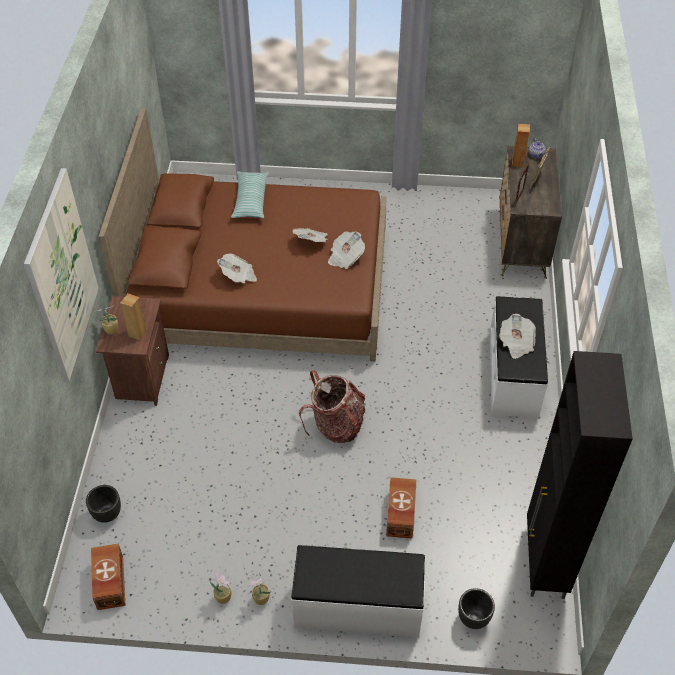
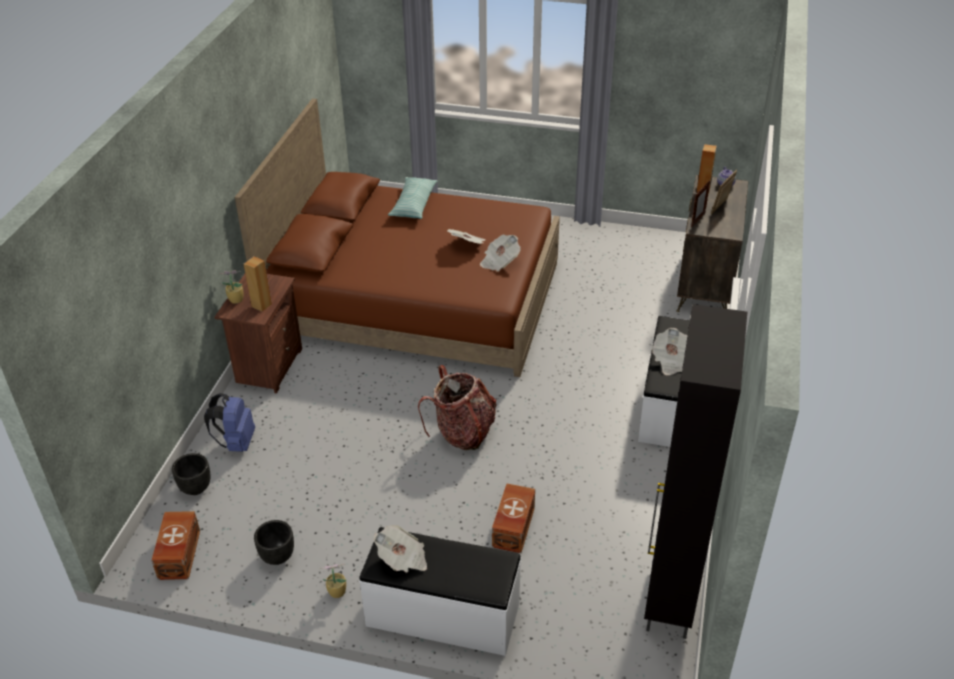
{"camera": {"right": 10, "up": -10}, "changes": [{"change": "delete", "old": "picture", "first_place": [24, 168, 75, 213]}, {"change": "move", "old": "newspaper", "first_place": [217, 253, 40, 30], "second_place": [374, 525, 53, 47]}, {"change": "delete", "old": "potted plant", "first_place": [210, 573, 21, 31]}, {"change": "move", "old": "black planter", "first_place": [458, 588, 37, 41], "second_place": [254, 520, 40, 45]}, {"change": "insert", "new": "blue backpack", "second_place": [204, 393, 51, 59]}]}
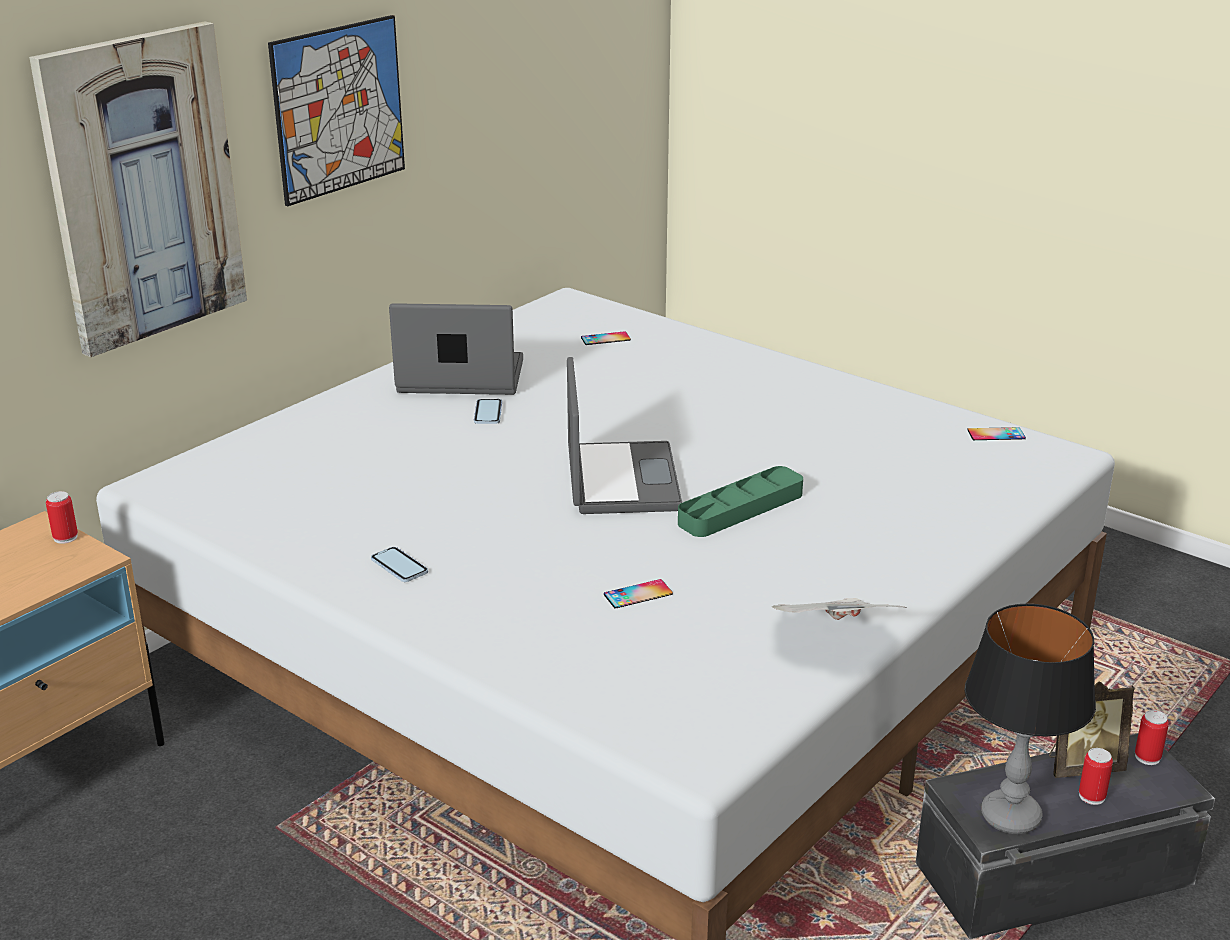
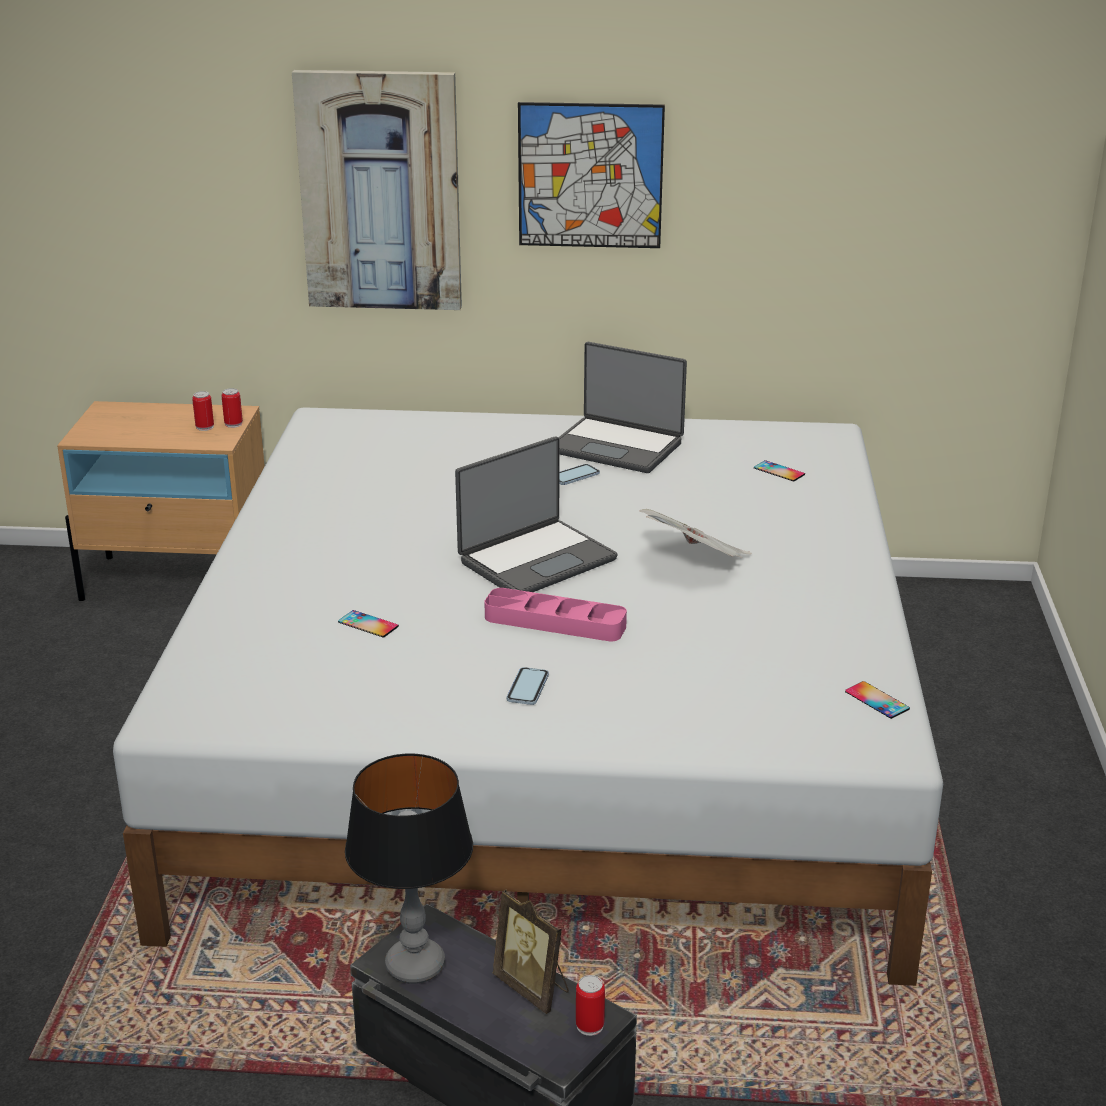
{"camera": {"right": 55, "up": 0}, "changes": [{"change": "rotate", "old": "laptop", "first_place": [389, 303, 134, 92], "second_place": [558, 342, 129, 131], "degrees": 150}, {"change": "recolor", "old": "green tray", "new": "pink tray", "first_place": [678, 466, 125, 71], "second_place": [484, 588, 143, 54]}, {"change": "move", "old": "phone", "first_place": [371, 547, 57, 35], "second_place": [506, 667, 43, 38]}, {"change": "move", "old": "newspaper", "first_place": [772, 598, 132, 22], "second_place": [639, 509, 113, 49]}, {"change": "move", "old": "can", "first_place": [1079, 748, 34, 57], "second_place": [192, 391, 22, 40]}]}
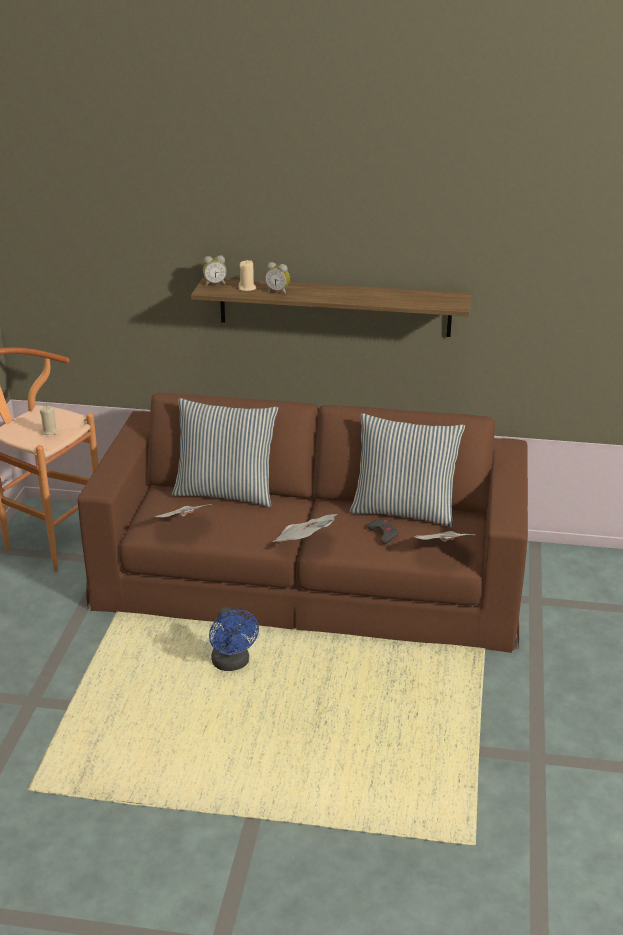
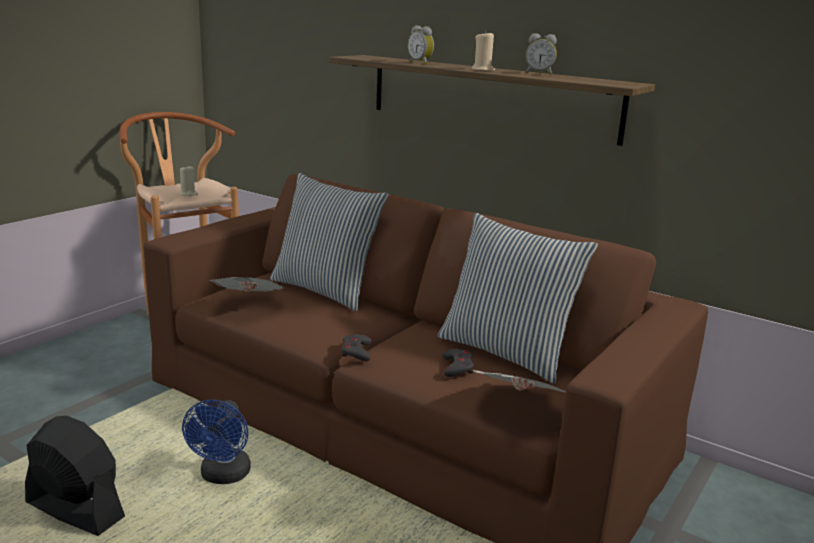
{"camera": {"right": 25, "up": -10}, "changes": [{"change": "move", "old": "alarm clock", "first_place": [203, 255, 24, 31], "second_place": [526, 33, 31, 42]}, {"change": "move", "old": "beige candle", "first_place": [238, 260, 18, 31], "second_place": [471, 31, 24, 40]}, {"change": "replace", "old": "newspaper", "new": "grey game controller", "first_place": [273, 514, 64, 28], "second_place": [342, 334, 29, 27]}, {"change": "insert", "new": "black fan", "second_place": [25, 416, 100, 120]}]}
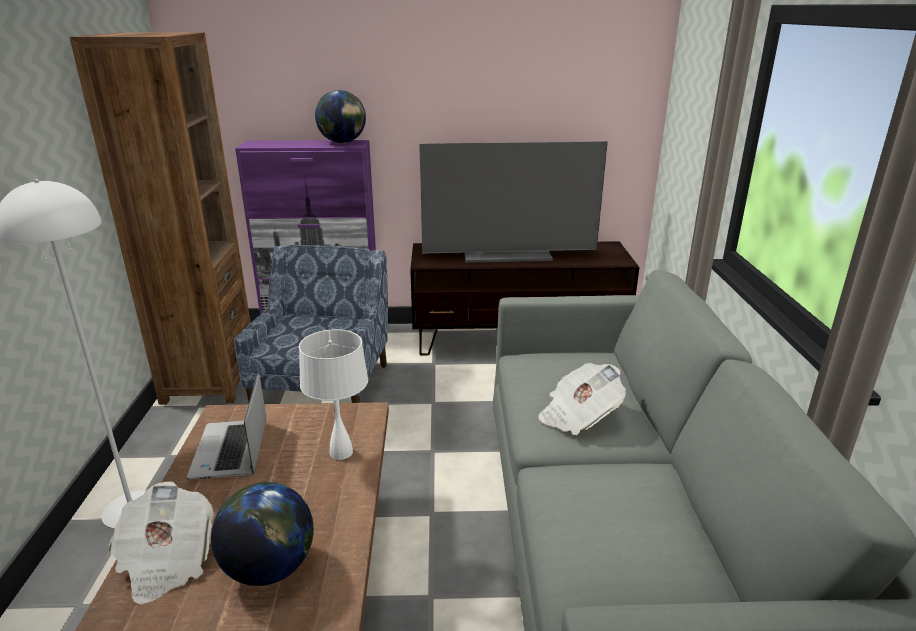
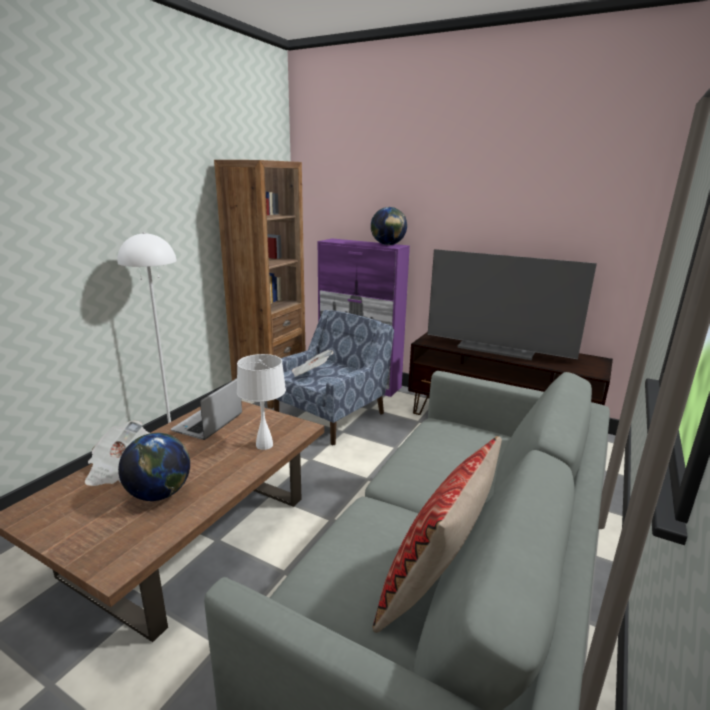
{"camera": {"right": 30, "up": -5}, "changes": [{"change": "move", "old": "newspaper", "first_place": [538, 363, 88, 72], "second_place": [292, 350, 41, 27]}, {"change": "insert", "new": "pillow", "second_place": [372, 436, 130, 197]}]}
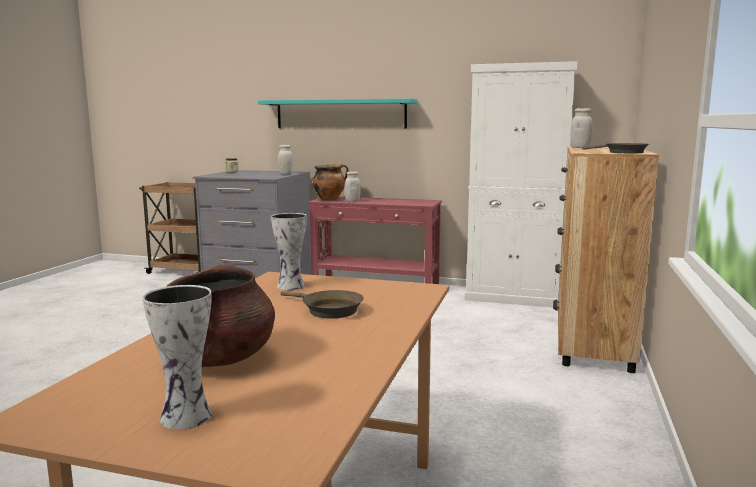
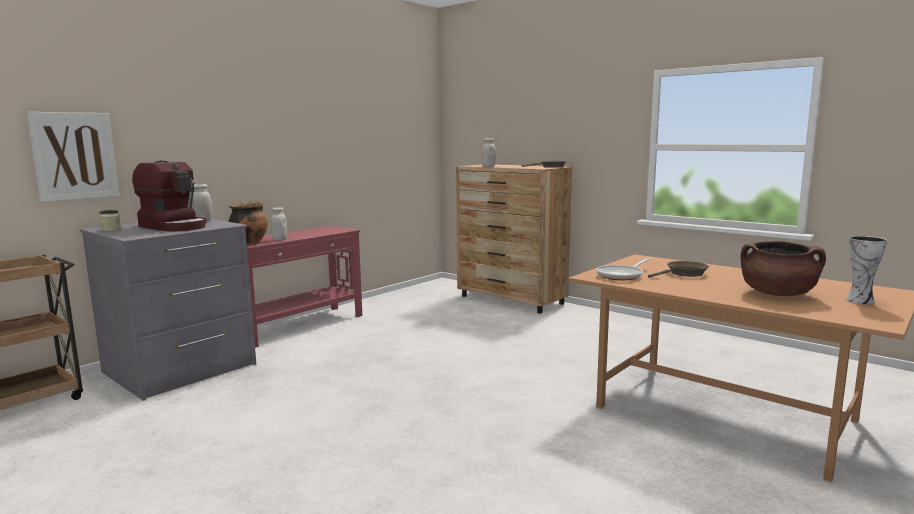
{"camera": {"right": -65, "up": 0}, "changes": [{"change": "delete", "old": "white cabinet", "first_place": [465, 61, 113, 246]}, {"change": "delete", "old": "turquoise shelf", "first_place": [258, 99, 159, 29]}, {"change": "replace", "old": "vase", "new": "frying pan", "first_place": [271, 213, 36, 77], "second_place": [596, 258, 56, 22]}, {"change": "insert", "new": "picture", "second_place": [27, 112, 92, 90]}, {"change": "insert", "new": "coffee machine", "second_place": [132, 161, 75, 71]}]}
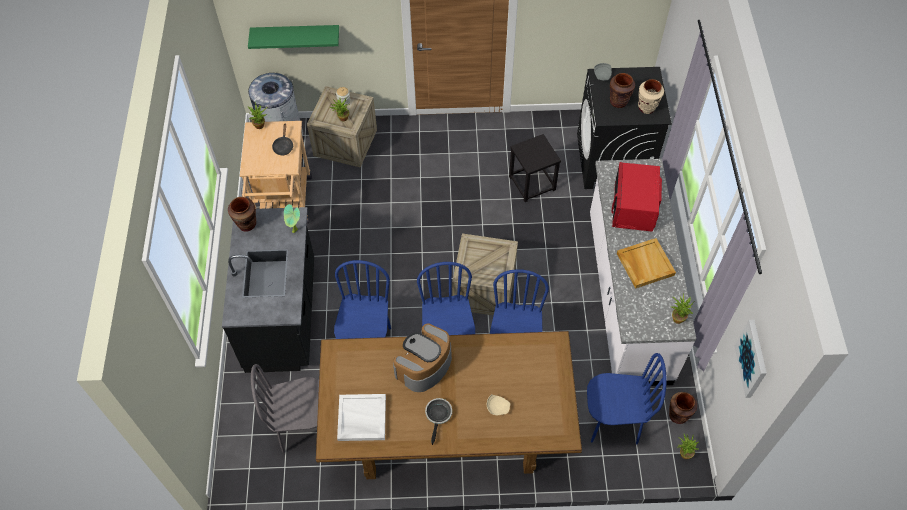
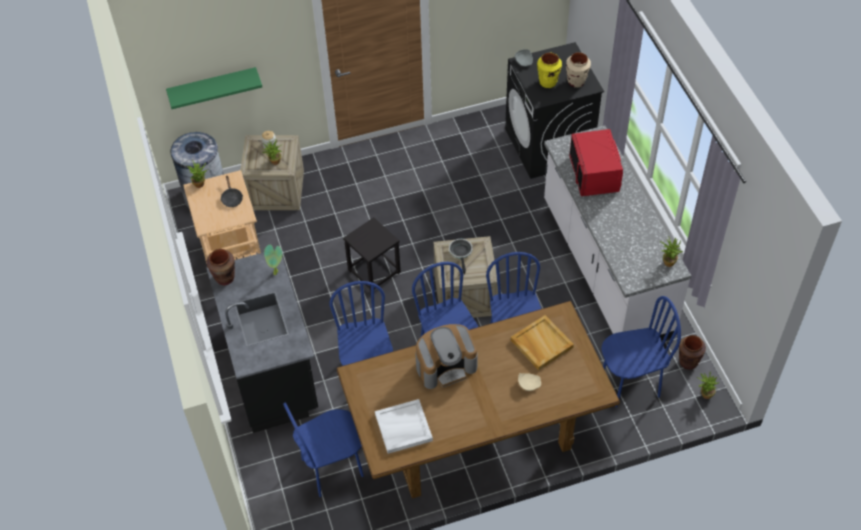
{"camera": {"right": -15, "up": -5}, "changes": [{"change": "recolor", "old": "brown vase", "new": "yellow vase", "first_place": [610, 73, 25, 35], "second_place": [537, 53, 25, 35]}, {"change": "move", "old": "black stool", "first_place": [509, 134, 52, 68], "second_place": [343, 217, 58, 75]}, {"change": "move", "old": "beige tray", "first_place": [617, 238, 59, 51], "second_place": [511, 315, 63, 55]}, {"change": "delete", "old": "picture", "first_place": [734, 320, 33, 78]}, {"change": "rotate", "old": "coffee machine", "first_place": [393, 324, 59, 68], "second_place": [416, 324, 62, 65], "degrees": -135}, {"change": "recolor", "old": "grey chair", "new": "blue chair", "first_place": [251, 364, 68, 89], "second_place": [283, 403, 81, 94]}, {"change": "move", "old": "frying pan", "first_place": [425, 398, 27, 47], "second_place": [449, 239, 24, 35]}]}
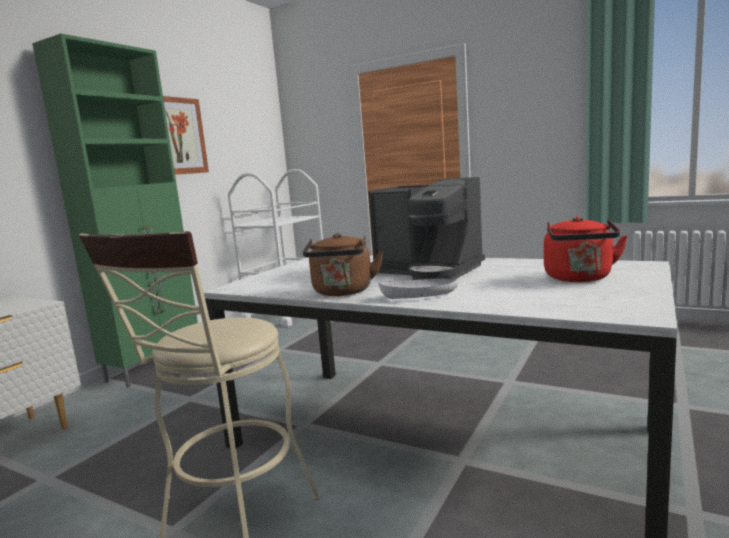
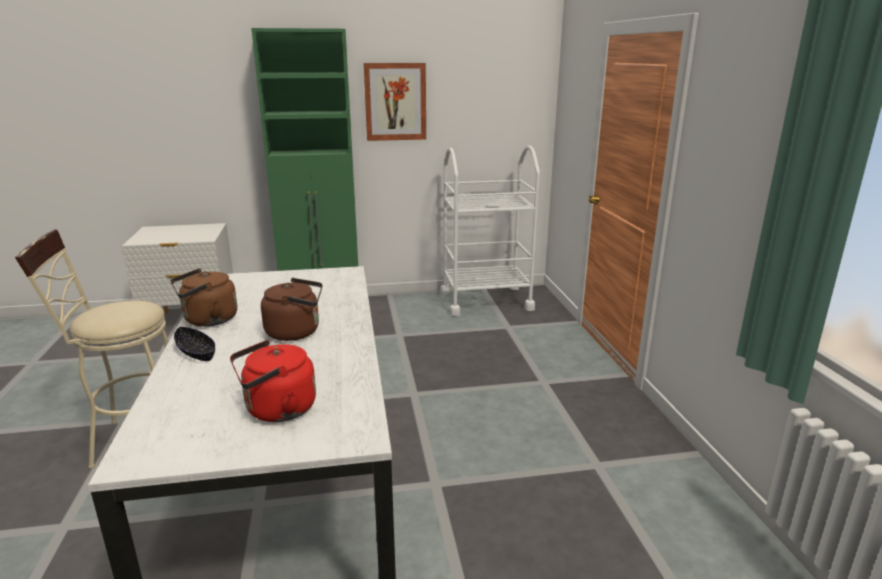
{"camera": {"right": 50, "up": 10}, "changes": [{"change": "replace", "old": "coffee machine", "new": "brown kettle", "first_place": [368, 177, 117, 103], "second_place": [261, 278, 62, 63]}, {"change": "recolor", "old": "white bowl", "new": "black bowl", "first_place": [378, 278, 80, 21], "second_place": [174, 327, 41, 34]}]}
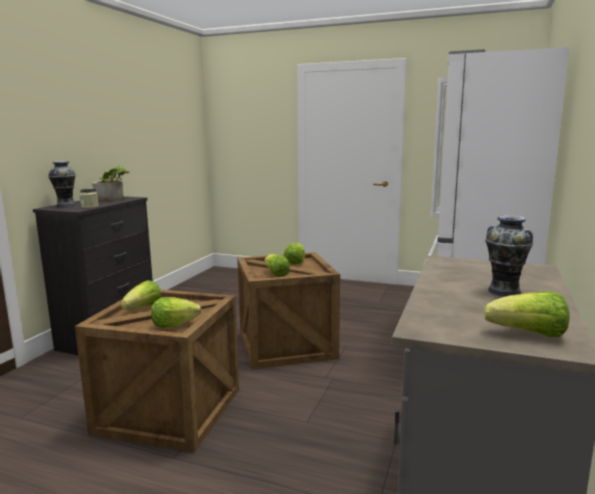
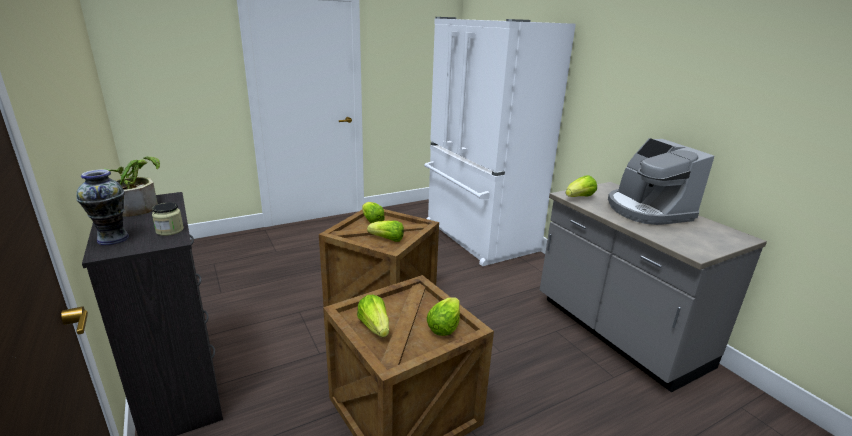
{"camera": {"right": -50, "up": 10}, "changes": [{"change": "replace", "old": "vase", "new": "coffee machine", "first_place": [485, 215, 48, 81], "second_place": [608, 138, 106, 87]}, {"change": "move", "old": "lettuce", "first_place": [484, 291, 86, 46], "second_place": [566, 175, 31, 22]}]}
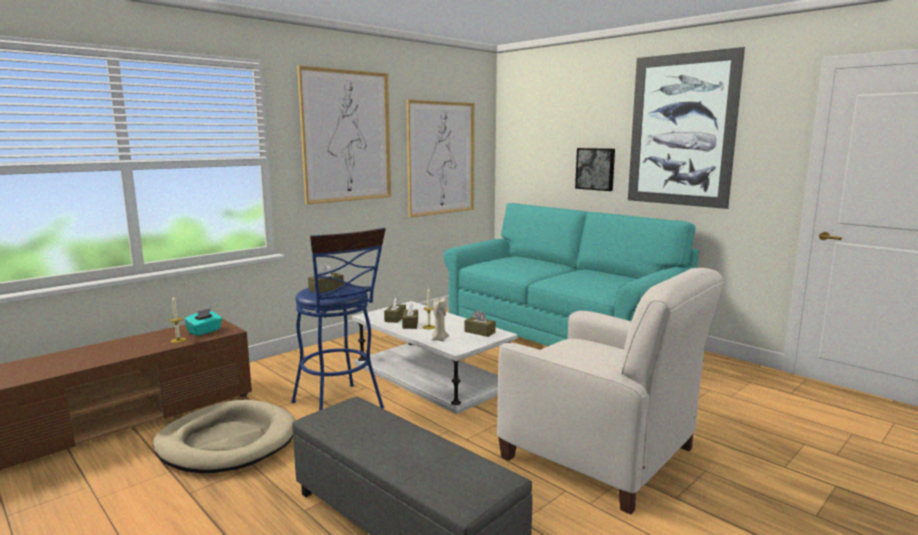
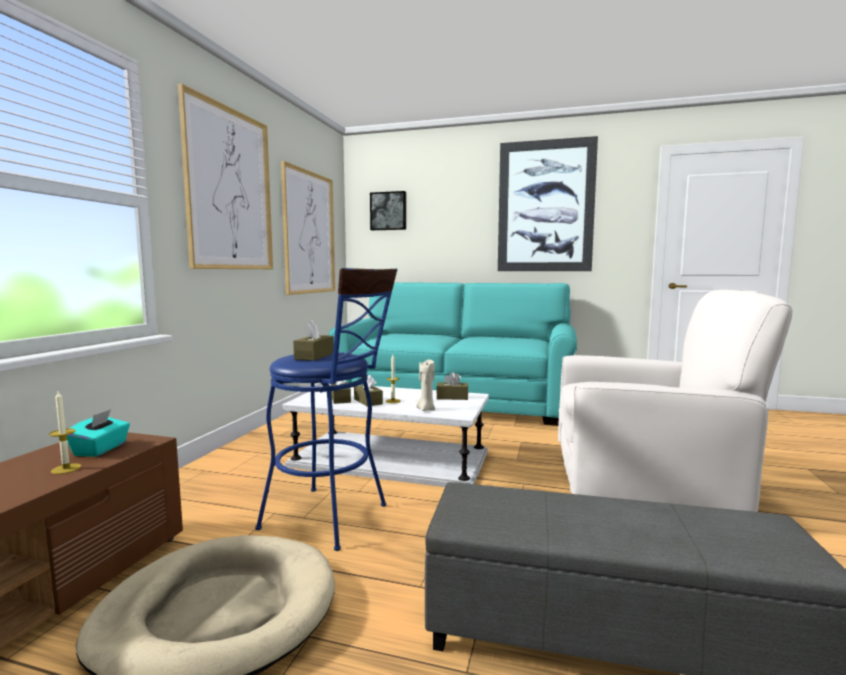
{"camera": {"right": -30, "up": -5}, "changes": [{"change": "move", "old": "picture", "first_place": [575, 148, 40, 43], "second_place": [370, 191, 36, 39]}]}
